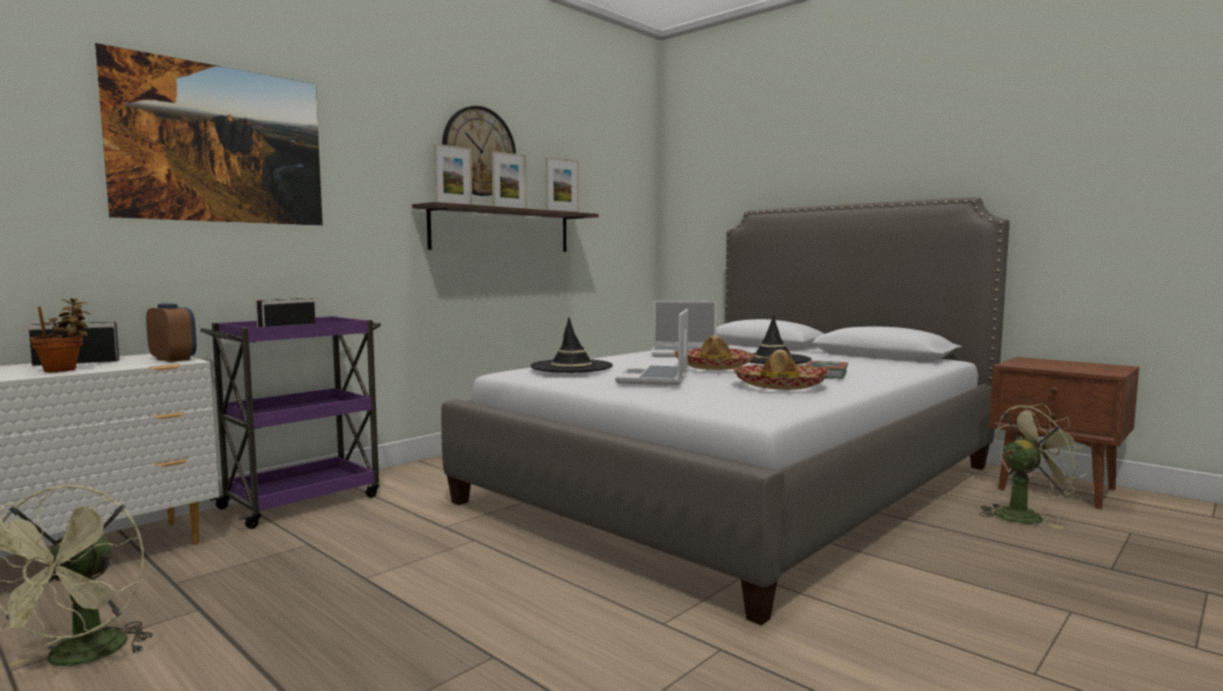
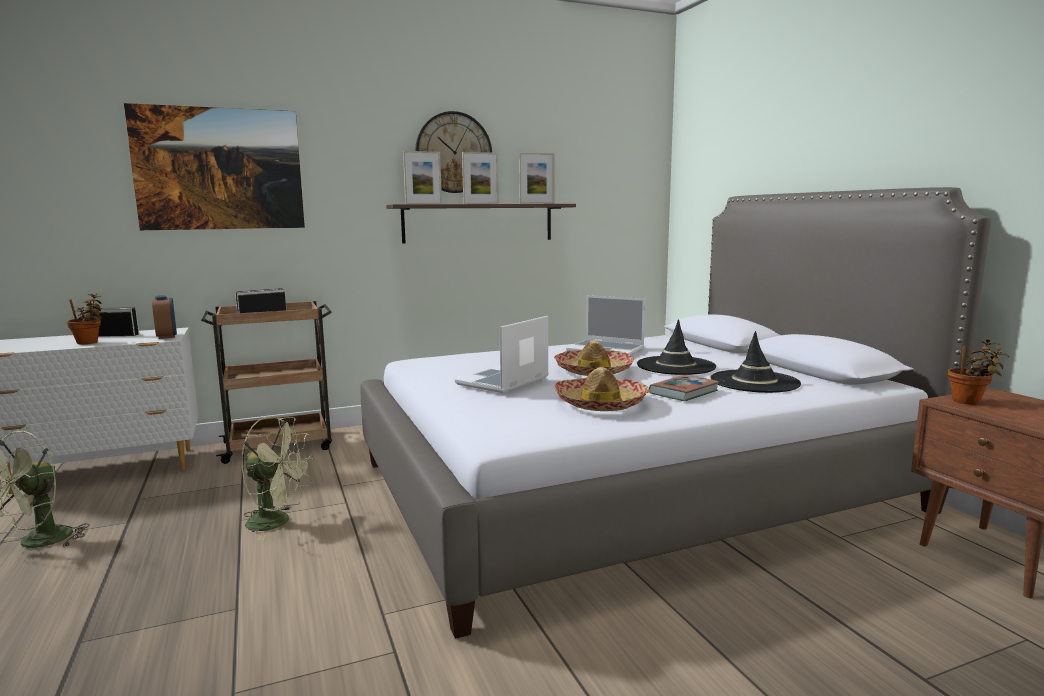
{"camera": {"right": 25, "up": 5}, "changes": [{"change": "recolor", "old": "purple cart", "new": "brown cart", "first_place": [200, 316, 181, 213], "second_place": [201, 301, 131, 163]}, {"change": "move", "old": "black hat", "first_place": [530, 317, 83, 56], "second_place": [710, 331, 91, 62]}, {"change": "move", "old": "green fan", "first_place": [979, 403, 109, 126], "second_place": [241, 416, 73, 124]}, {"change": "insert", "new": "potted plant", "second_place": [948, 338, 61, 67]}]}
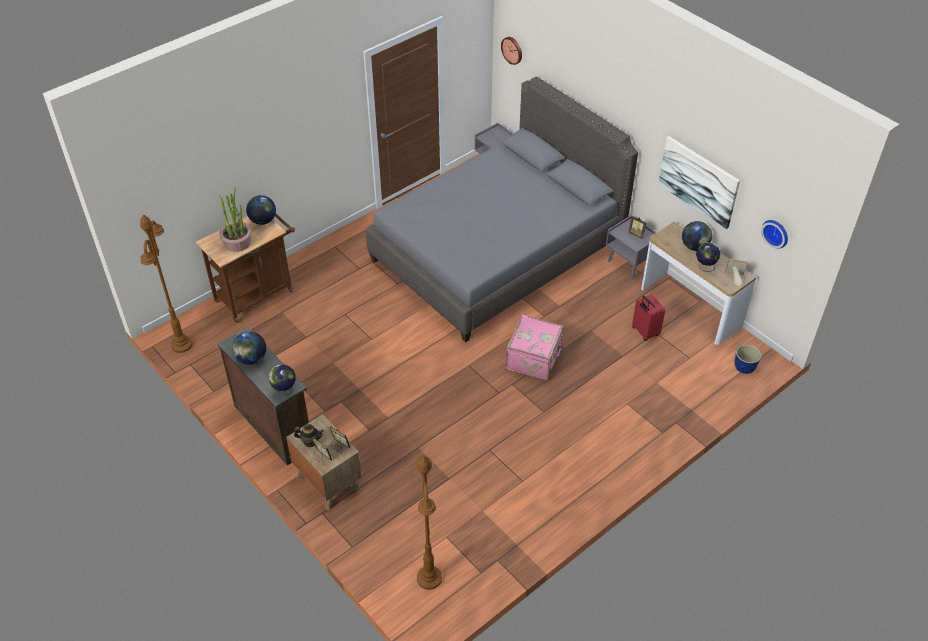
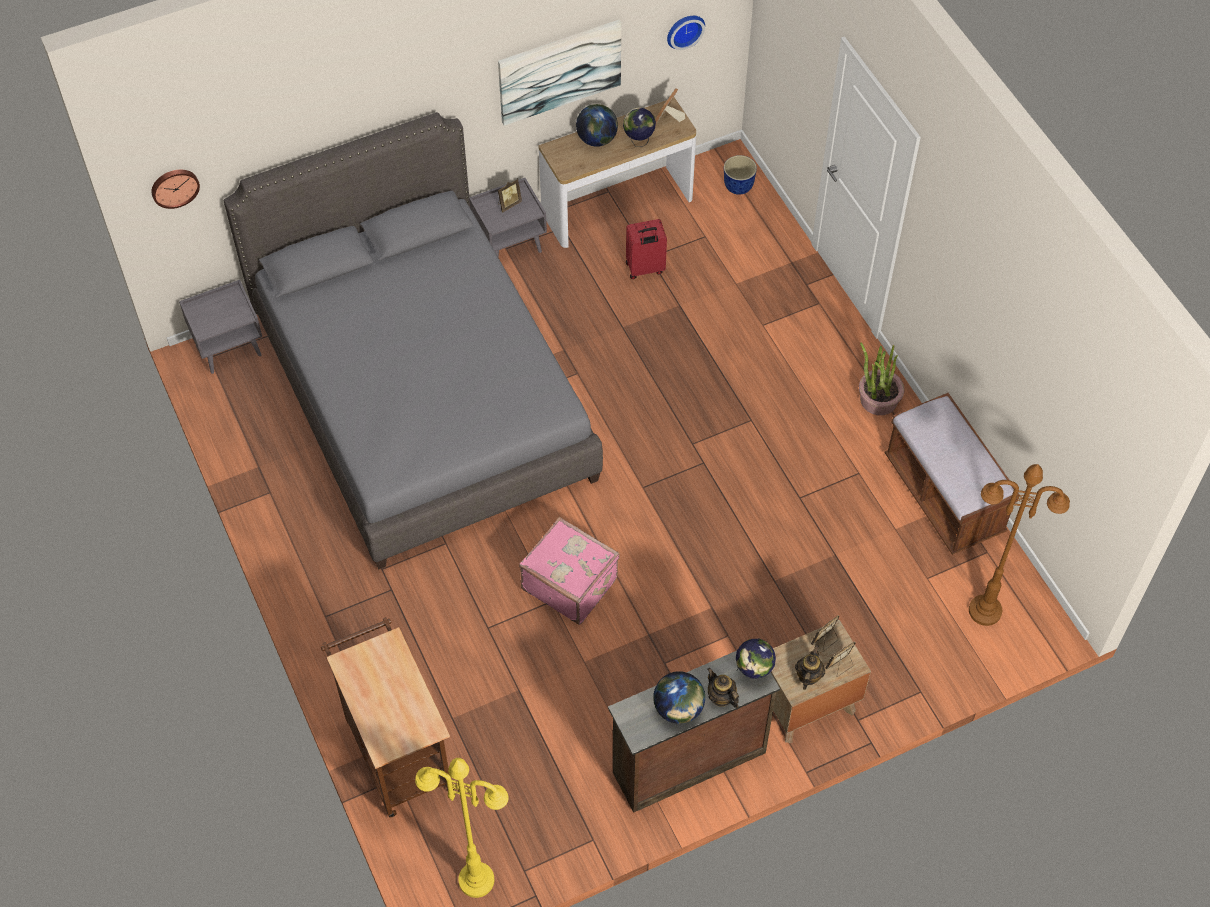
{"camera": {"right": -75, "up": 10}, "changes": [{"change": "move", "old": "potted plant", "first_place": [219, 187, 32, 65], "second_place": [859, 342, 46, 73]}, {"change": "delete", "old": "globe", "first_place": [246, 195, 30, 30]}, {"change": "recolor", "old": "brown floor lamp", "new": "yellow floor lamp", "first_place": [140, 214, 52, 139], "second_place": [415, 758, 93, 140]}, {"change": "move", "old": "pink suitcase", "first_place": [506, 314, 58, 66], "second_place": [519, 517, 101, 108]}, {"change": "insert", "new": "brown bench", "second_place": [885, 393, 135, 162]}, {"change": "insert", "new": "teapot", "second_place": [707, 668, 32, 40]}]}
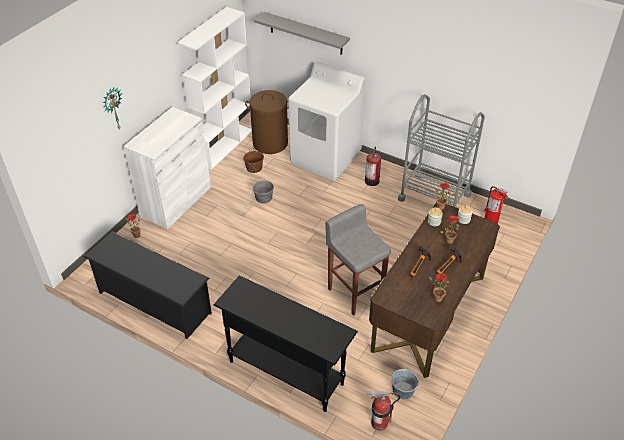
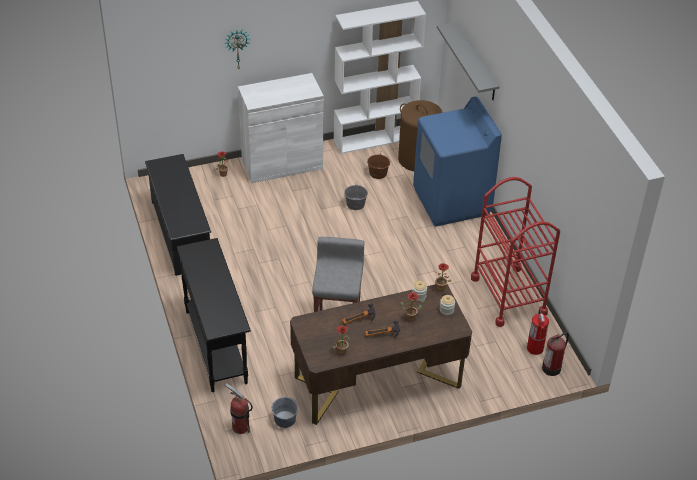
{"camera": {"right": 40, "up": 0}, "changes": [{"change": "recolor", "old": "white washing machine", "new": "blue washing machine", "first_place": [288, 62, 77, 119], "second_place": [413, 96, 89, 130]}, {"change": "recolor", "old": "grey cart", "new": "red cart", "first_place": [398, 94, 87, 113], "second_place": [471, 177, 89, 150]}, {"change": "move", "old": "fire extinguisher", "first_place": [365, 147, 16, 39], "second_place": [542, 332, 27, 44]}]}
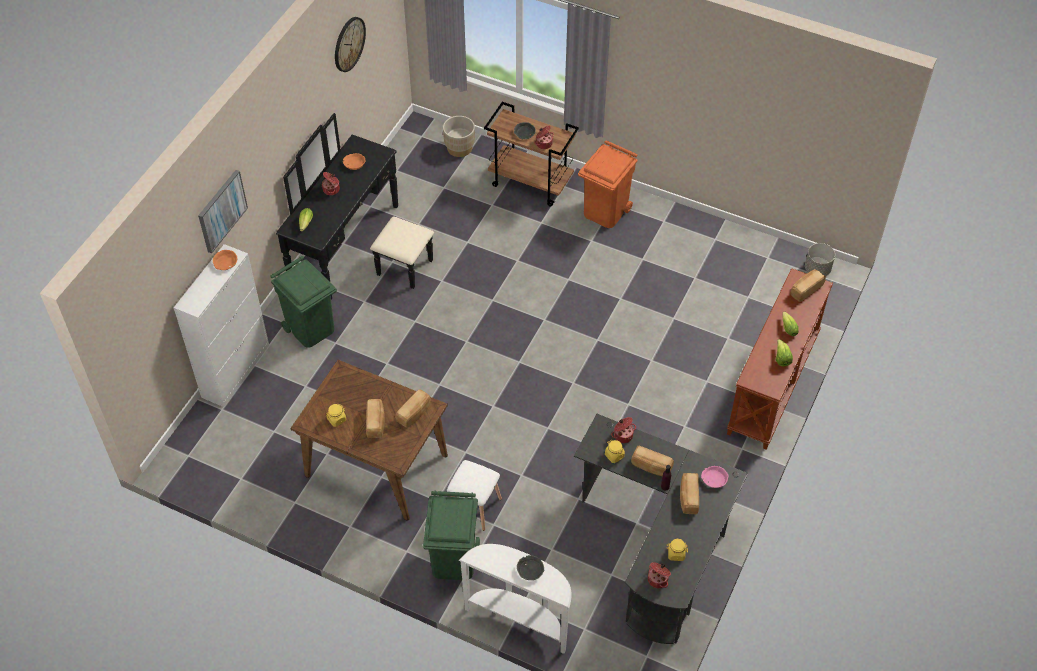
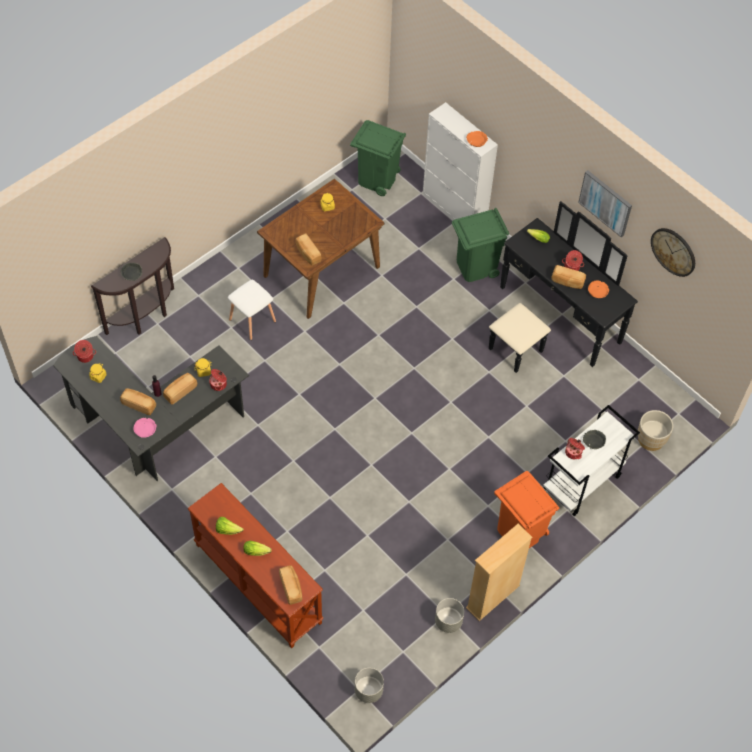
{"camera": {"right": 110, "up": 5}, "changes": [{"change": "recolor", "old": "brown cart", "new": "white cart", "first_place": [484, 102, 95, 105], "second_place": [543, 405, 97, 111]}, {"change": "move", "old": "picture", "first_place": [198, 170, 50, 83], "second_place": [578, 170, 54, 67]}, {"change": "move", "old": "bread", "first_place": [366, 399, 19, 39], "second_place": [551, 265, 35, 24]}, {"change": "move", "old": "green trash can", "first_place": [423, 491, 57, 89], "second_place": [350, 120, 56, 76]}, {"change": "recolor", "old": "white console table", "new": "brown console table", "first_place": [459, 544, 113, 110], "second_place": [91, 237, 83, 98]}, {"change": "insert", "new": "beige bookcase", "second_place": [466, 524, 66, 97]}, {"change": "insert", "new": "grey planter", "second_place": [435, 598, 29, 35]}]}
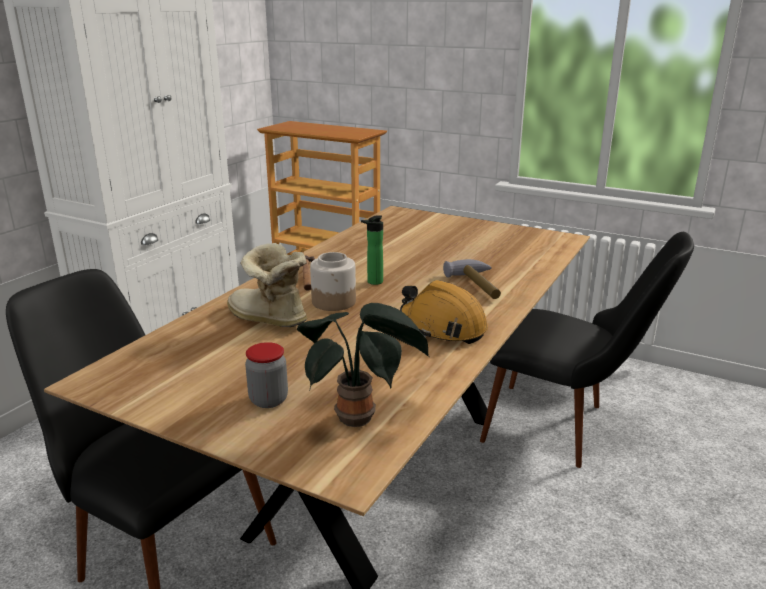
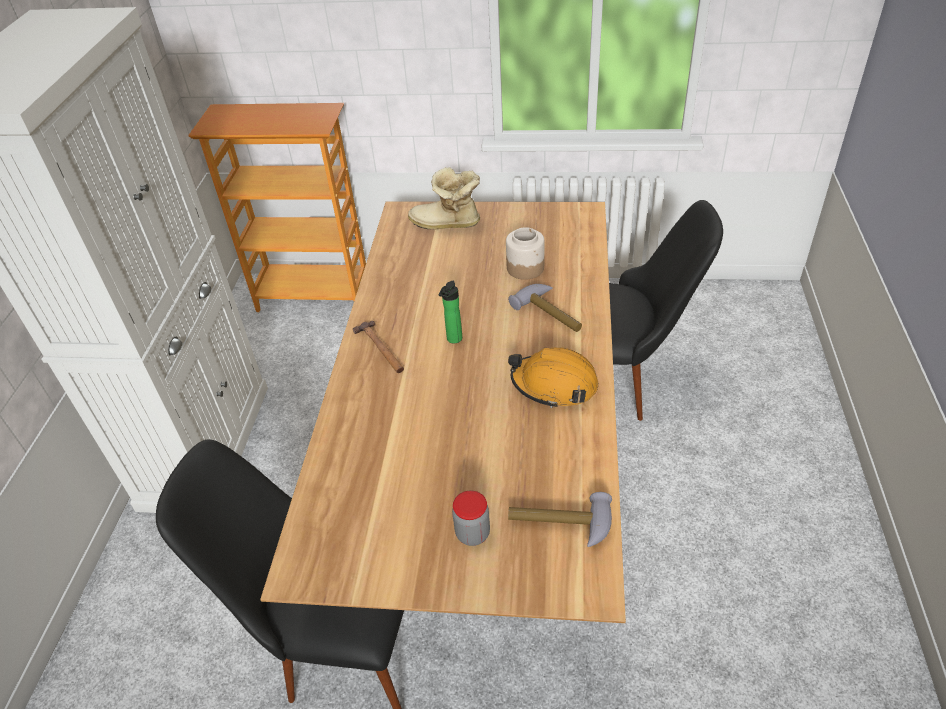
{"camera": {"right": -20, "up": 20}, "changes": [{"change": "move", "old": "boot", "first_place": [227, 243, 80, 84], "second_place": [408, 167, 72, 62]}, {"change": "move", "old": "jar", "first_place": [310, 252, 46, 59], "second_place": [506, 227, 39, 53]}, {"change": "replace", "old": "potted plant", "new": "hammer", "first_place": [297, 303, 133, 124], "second_place": [508, 492, 104, 55]}]}
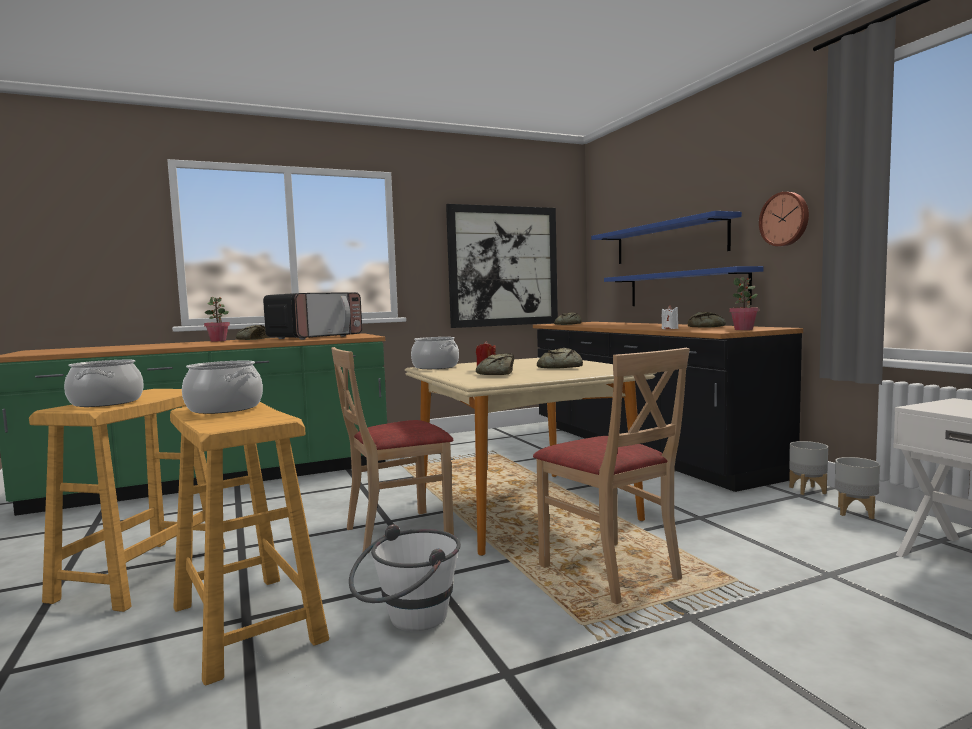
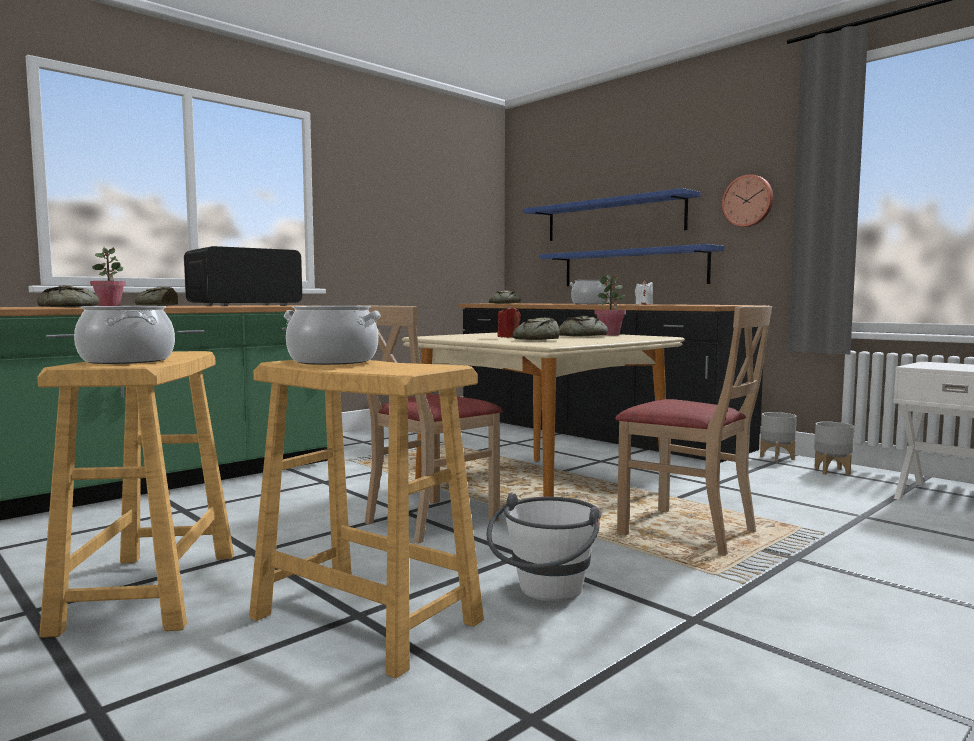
{"camera": {"right": -20, "up": 0}, "changes": [{"change": "delete", "old": "picture", "first_place": [446, 204, 112, 124]}, {"change": "move", "old": "potted plant", "first_place": [729, 277, 30, 53], "second_place": [595, 275, 31, 60]}, {"change": "rotate", "old": "microwave", "first_place": [263, 292, 99, 48], "second_place": [184, 246, 118, 60], "degrees": -150}, {"change": "move", "old": "bread", "first_place": [688, 312, 38, 16], "second_place": [37, 285, 63, 22]}, {"change": "move", "old": "cooking pot", "first_place": [411, 337, 48, 32], "second_place": [570, 280, 40, 24]}]}
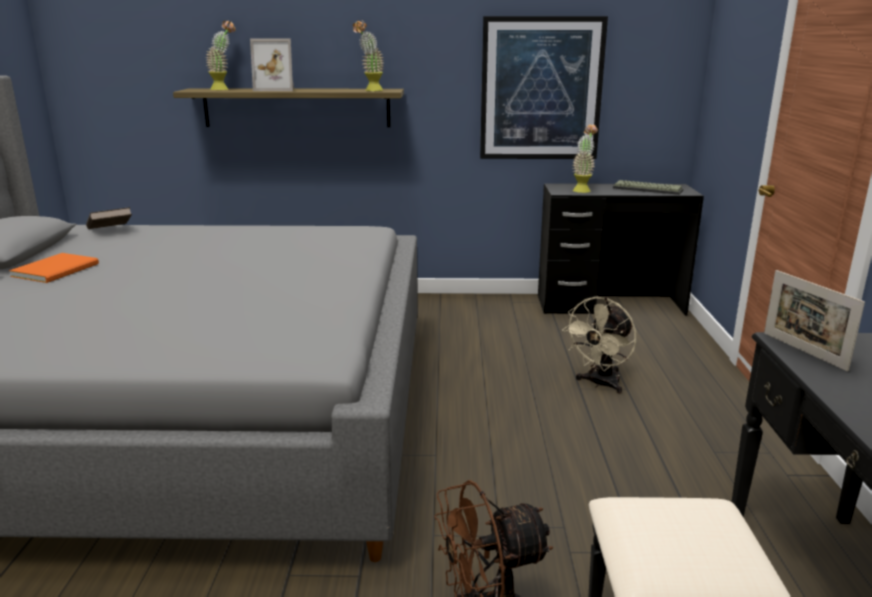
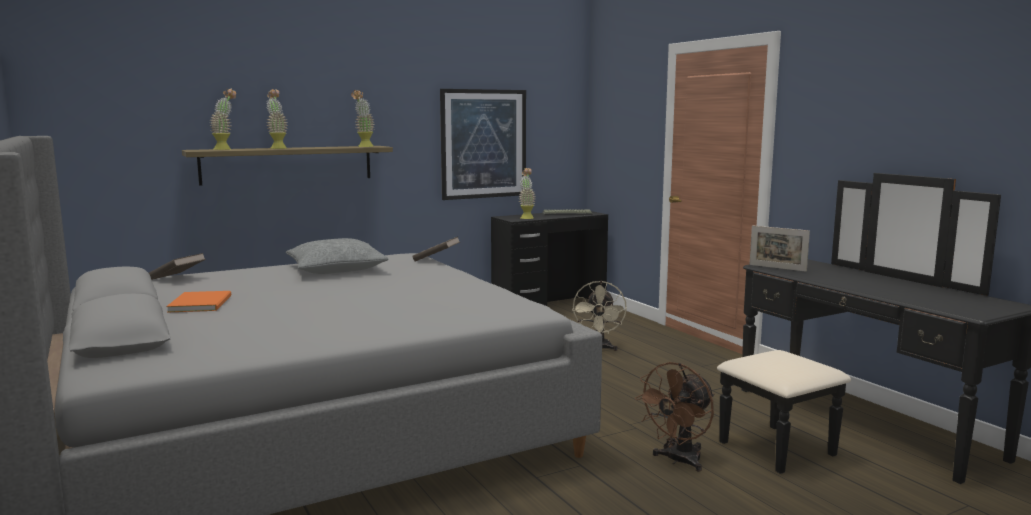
{"camera": {"right": -30, "up": -10}, "changes": [{"change": "replace", "old": "picture frame", "new": "potted plant", "first_place": [250, 38, 44, 53], "second_place": [266, 89, 22, 60]}, {"change": "insert", "new": "brown book", "second_place": [412, 237, 48, 24]}, {"change": "insert", "new": "grey pillow", "second_place": [286, 238, 103, 36]}]}
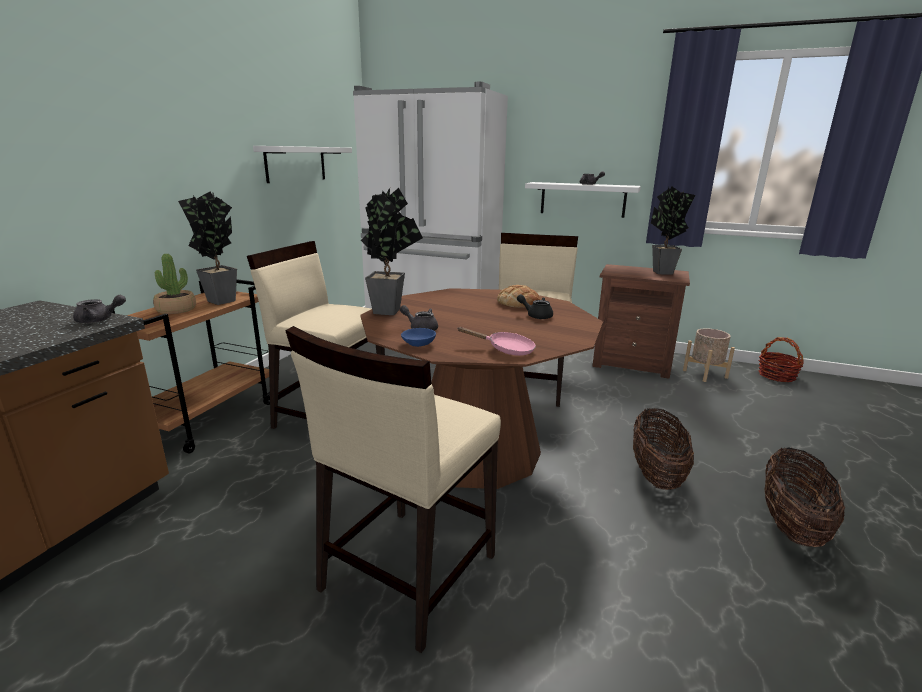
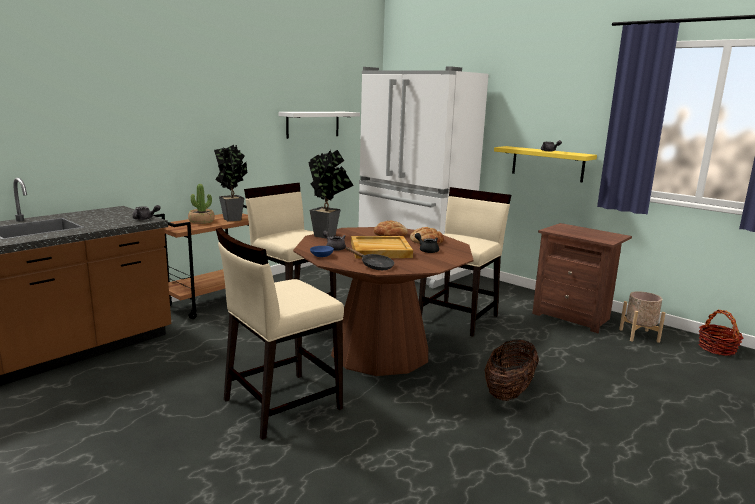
{"camera": {"right": 20, "up": -5}, "changes": [{"change": "recolor", "old": "white shelf", "new": "yellow shelf", "first_place": [525, 182, 116, 36], "second_place": [494, 146, 103, 37]}, {"change": "delete", "old": "potted plant", "first_place": [651, 186, 44, 89]}, {"change": "recolor", "old": "pink frying pan", "new": "black frying pan", "first_place": [457, 327, 79, 29], "second_place": [346, 247, 48, 23]}, {"change": "delete", "old": "basket", "first_place": [764, 447, 81, 100]}, {"change": "insert", "new": "bread", "second_place": [374, 221, 34, 15]}, {"change": "insert", "new": "beige tray", "second_place": [351, 236, 62, 22]}]}
